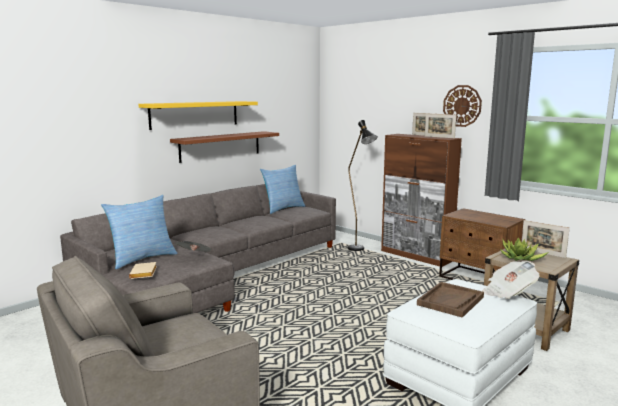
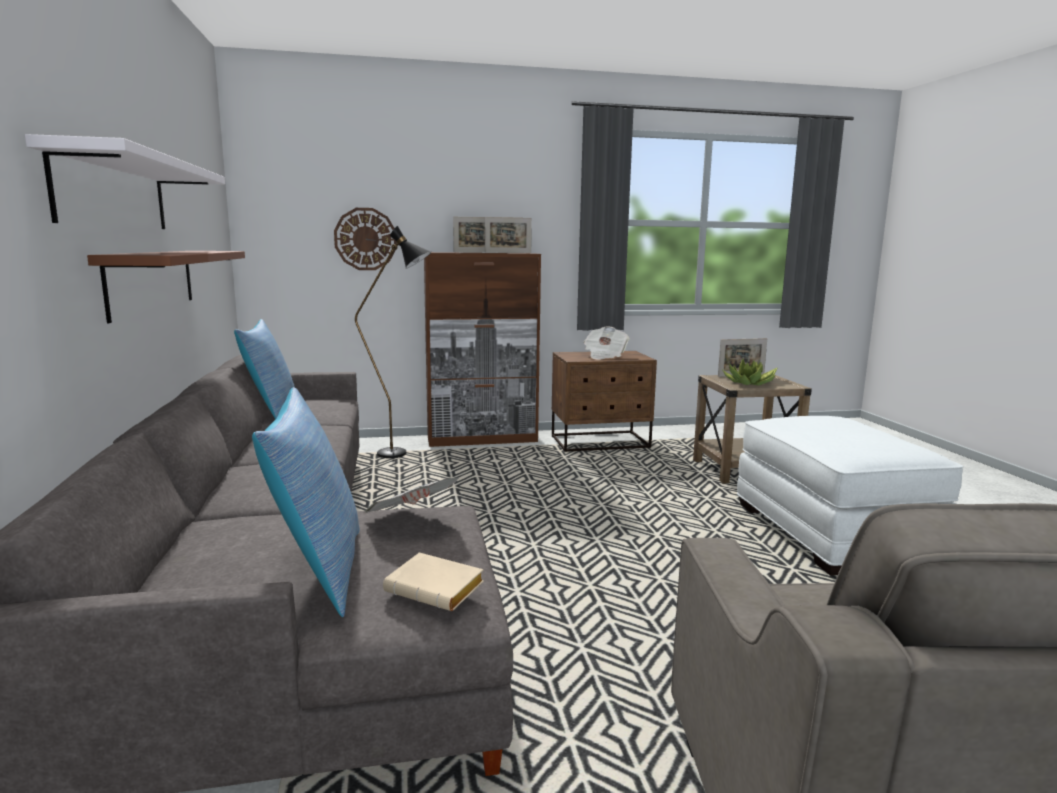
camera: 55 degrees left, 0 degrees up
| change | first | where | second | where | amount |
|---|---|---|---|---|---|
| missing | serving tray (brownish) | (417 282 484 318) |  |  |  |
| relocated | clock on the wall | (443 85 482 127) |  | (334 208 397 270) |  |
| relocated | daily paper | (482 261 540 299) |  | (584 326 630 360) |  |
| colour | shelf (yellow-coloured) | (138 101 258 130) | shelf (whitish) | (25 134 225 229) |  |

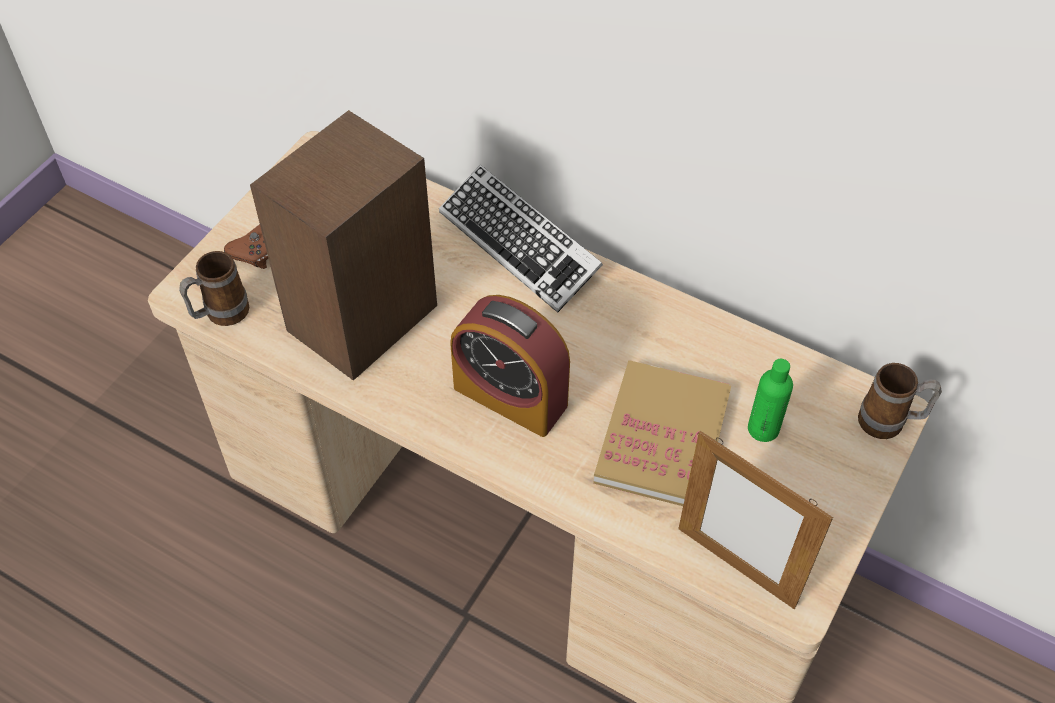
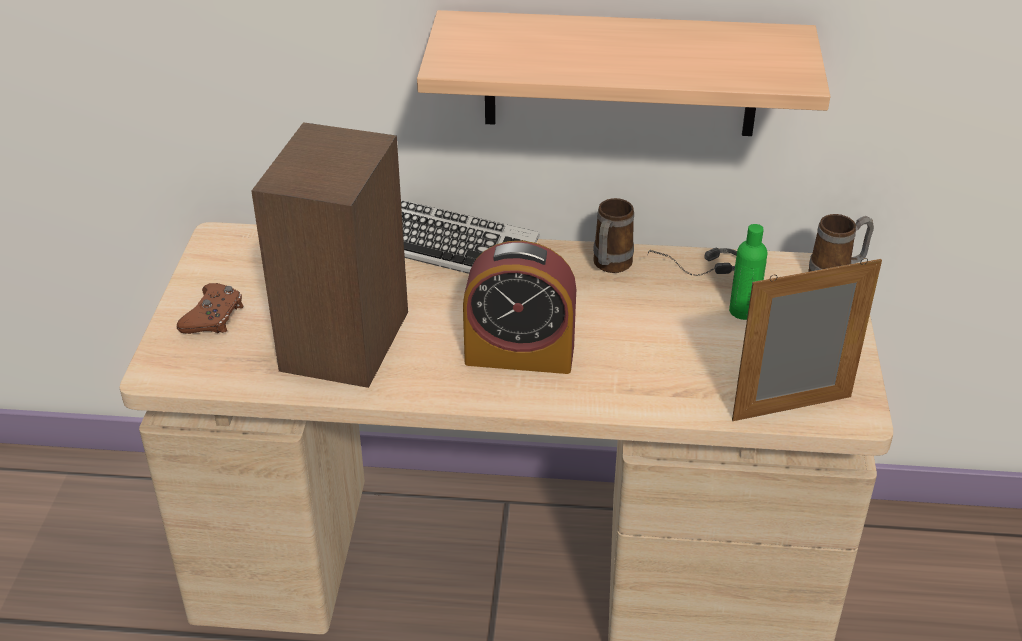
camera: 25 degrees left, 15 degrees down
| change | first | where | second | where | amount |
|---|---|---|---|---|---|
| missing | bound book | (593 360 731 506) |  |  |  |
| appeared |  |  | shelf | (417 10 830 136) |  |
| appeared |  |  | headset | (647 248 737 276) |  |
| relocated | mug | (179 251 250 326) |  | (593 198 634 273) |  |
| spun | standing frame | (678 431 833 609) |  | (732 258 882 421) | 150 degrees clockwise |

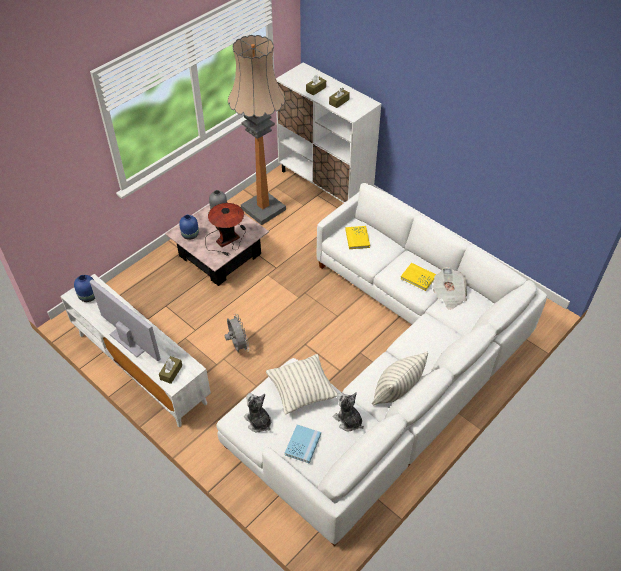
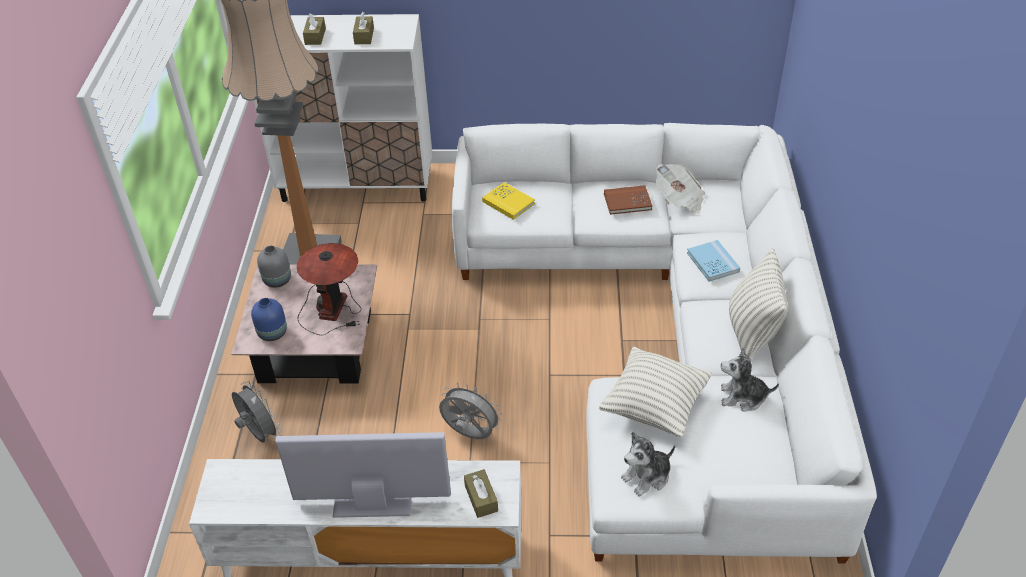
camera: 40 degrees left, 5 degrees down
| change | first | where | second | where | amount |
|---|---|---|---|---|---|
| missing | flower vase (bluish) | (74 275 95 302) |  |  |  |
| appeared |  |  | cooling fan (grey) | (232 381 281 442) |  |
| relocated | bound book (bluish) | (285 424 321 464) |  | (687 240 740 282) |  |
| colour | bound book (yellow-coloured) | (400 263 436 291) | bound book (brownish) | (604 185 652 215) |  |
| spun | plush toy | (244 393 271 432) |  | (621 432 675 497) | 45 degrees counterclockwise |

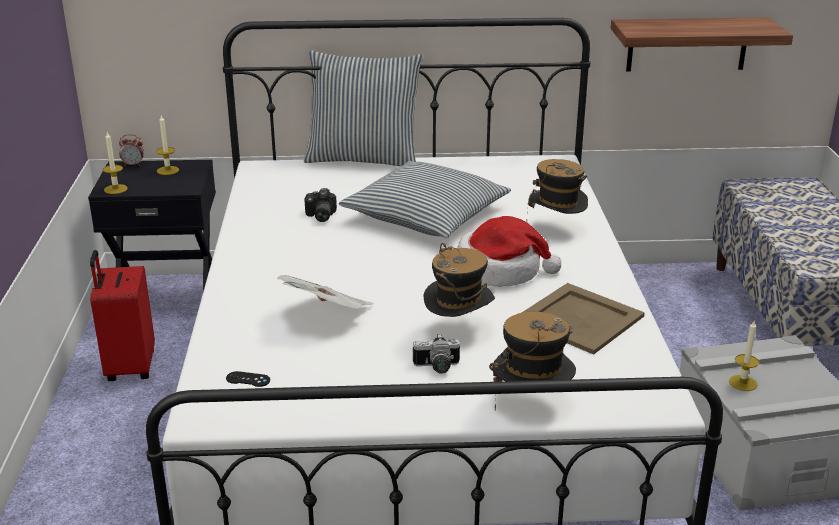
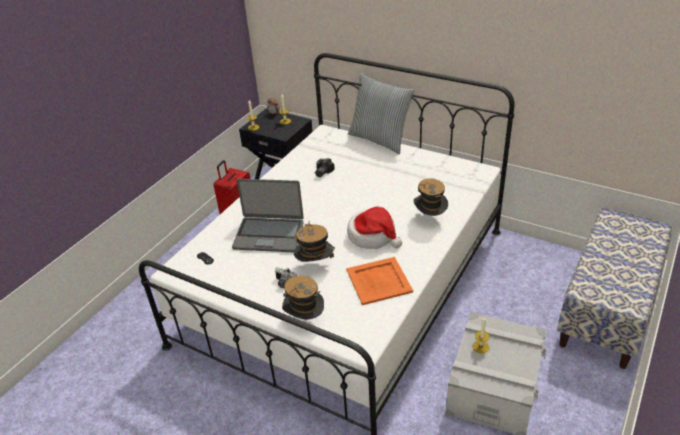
camera: 35 degrees right, 10 degrees up
| change | first | where | second | where | amount |
|---|---|---|---|---|---|
| missing | throw pillow | (338 161 511 238) |  |  |  |
| missing | shelf | (611 17 793 71) |  |  |  |
| exchanged | daily paper | (277 275 373 310) | portable computer | (232 179 304 252) |  |
| colour | serving tray (sand-coloured) | (522 283 645 355) | serving tray (orangey) | (347 257 413 305) |  |

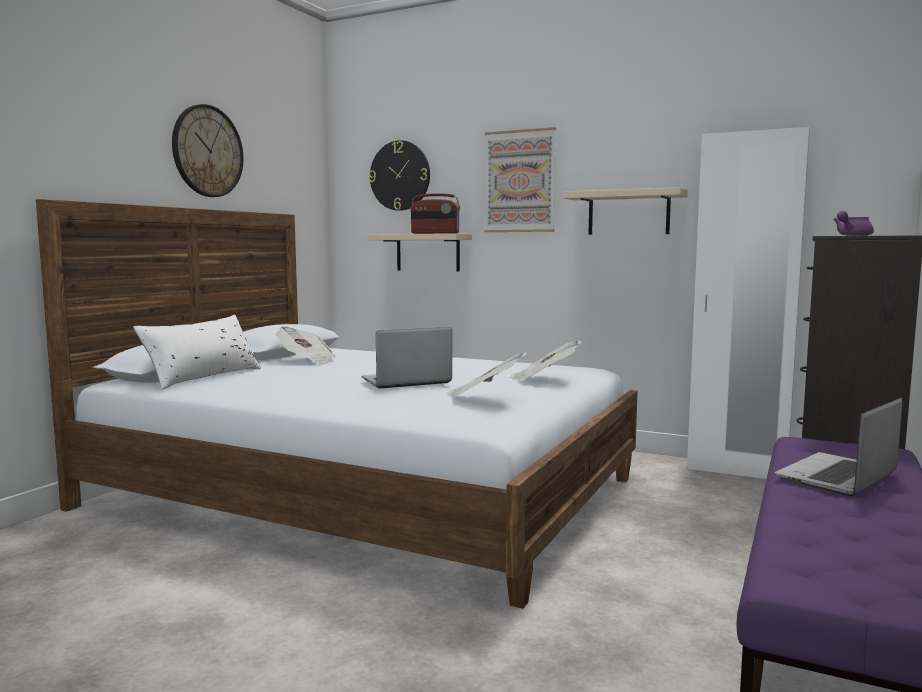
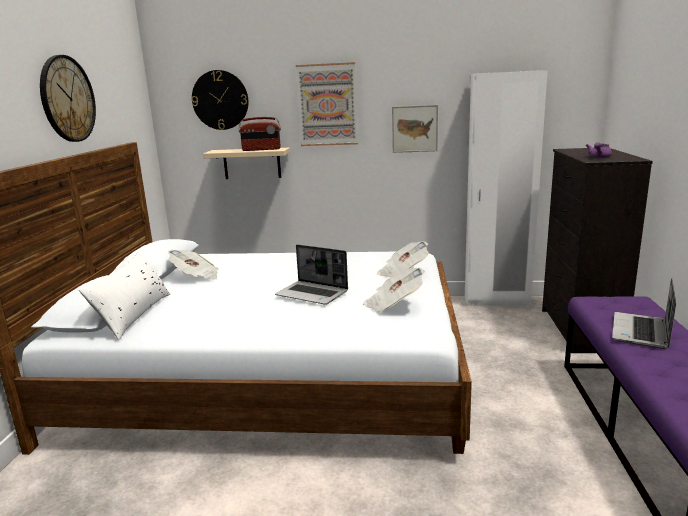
camera: 20 degrees left, 10 degrees up
| change | first | where | second | where | amount |
|---|---|---|---|---|---|
| exchanged | shelf (sand-coloured) | (563 187 688 235) | wall art | (392 105 438 153) |  |
| spun | portable computer | (362 327 452 389) |  | (275 244 348 305) | 105 degrees counterclockwise |

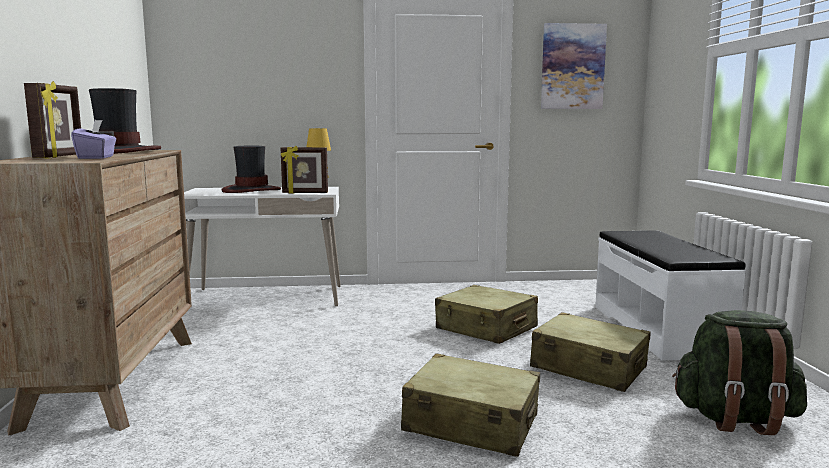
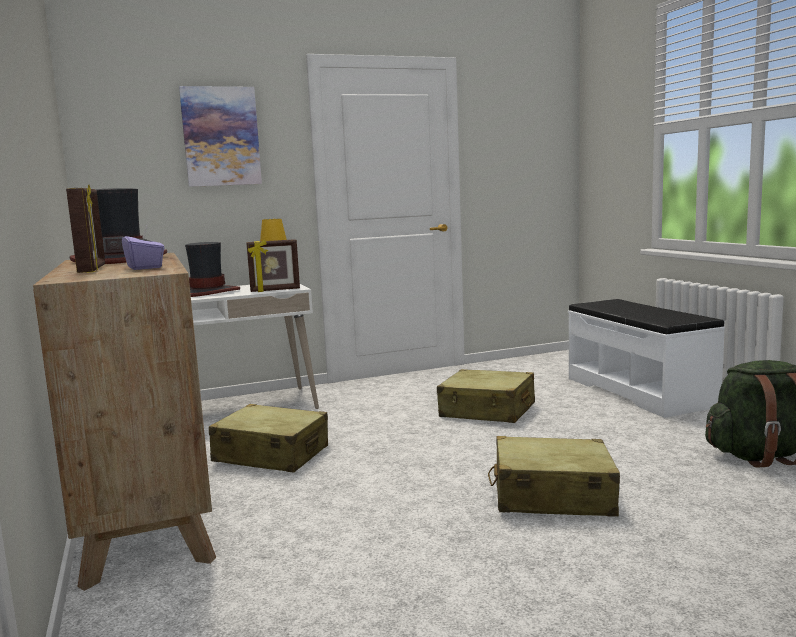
camera: 15 degrees left, 0 degrees up
| change | first | where | second | where | amount |
|---|---|---|---|---|---|
| relocated | travel case (sand-coloured) | (530 312 650 392) |  | (209 404 328 472) |  |
| relocated | wall art | (541 23 607 109) |  | (179 86 262 187) |  |

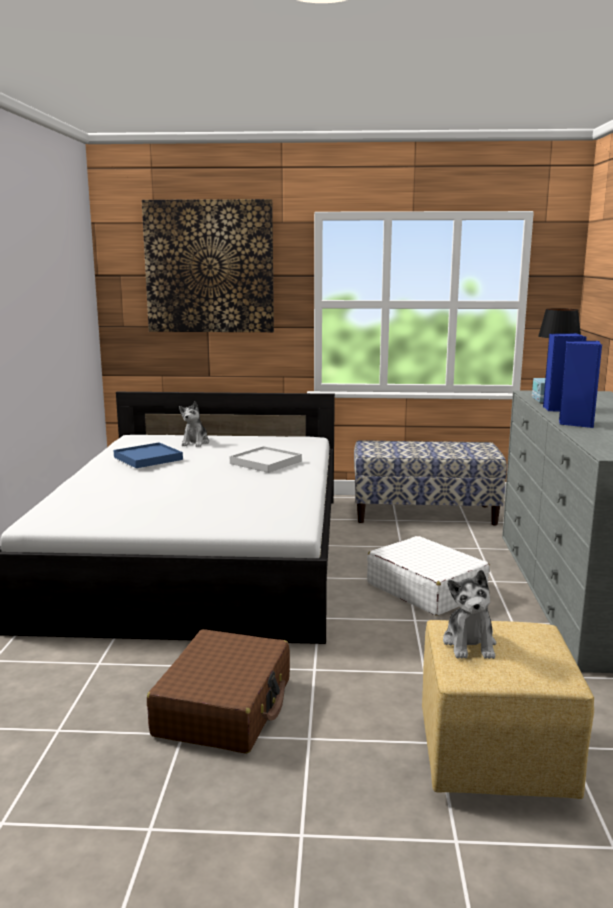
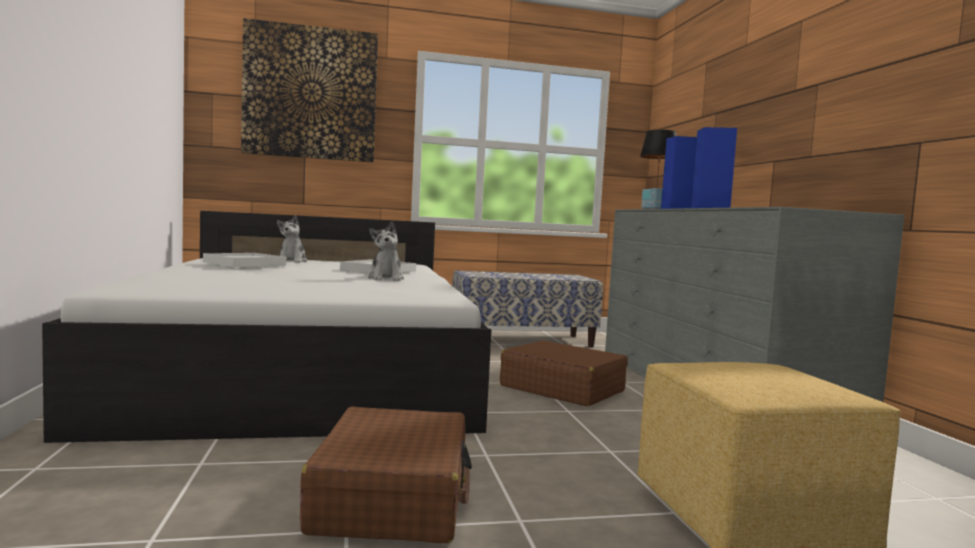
camera: 15 degrees left, 10 degrees down
| change | first | where | second | where | amount |
|---|---|---|---|---|---|
| relocated | plush toy | (443 570 496 659) |  | (368 222 404 281) |  |
| colour | serving tray (bluish) | (114 442 183 468) | serving tray (whitish) | (203 253 286 267) |  |
| colour | travel case (whitish) | (367 536 490 616) | travel case (brownish) | (500 340 628 406) |  |

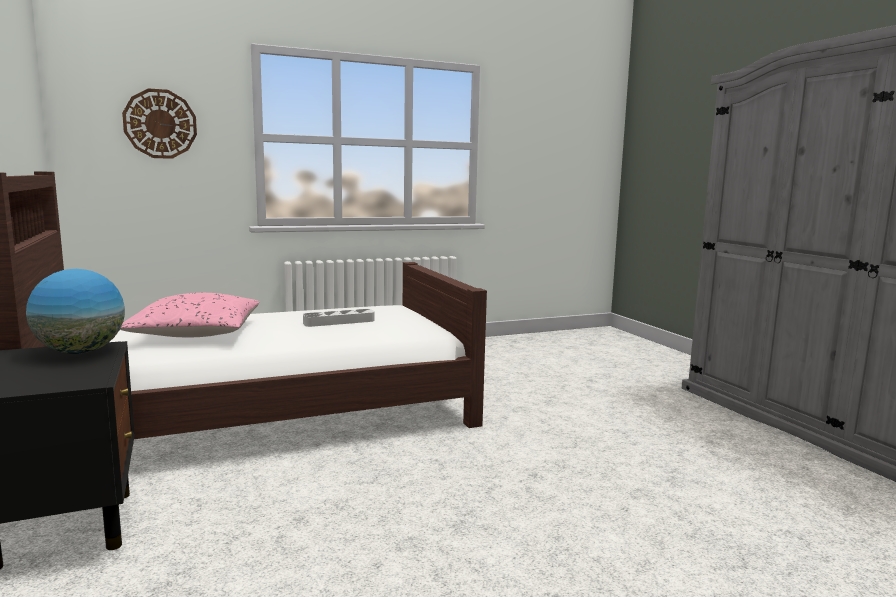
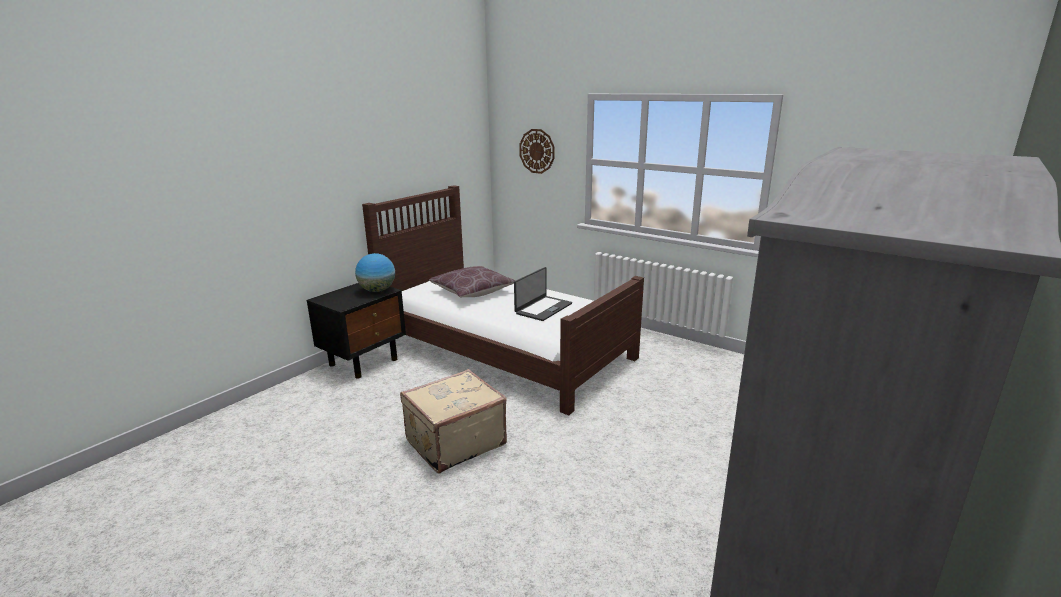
camera: 60 degrees right, 10 degrees up
| change | first | where | second | where | amount |
|---|---|---|---|---|---|
| appeared |  |  | travel case (sand-coloured) | (400 369 507 474) |  |
| exchanged | serving tray (grey) | (303 309 375 327) | portable computer | (514 267 572 321) |  |
| colour | throw pillow (pinkish) | (120 293 259 337) | throw pillow (brownish) | (429 266 515 297) |  |

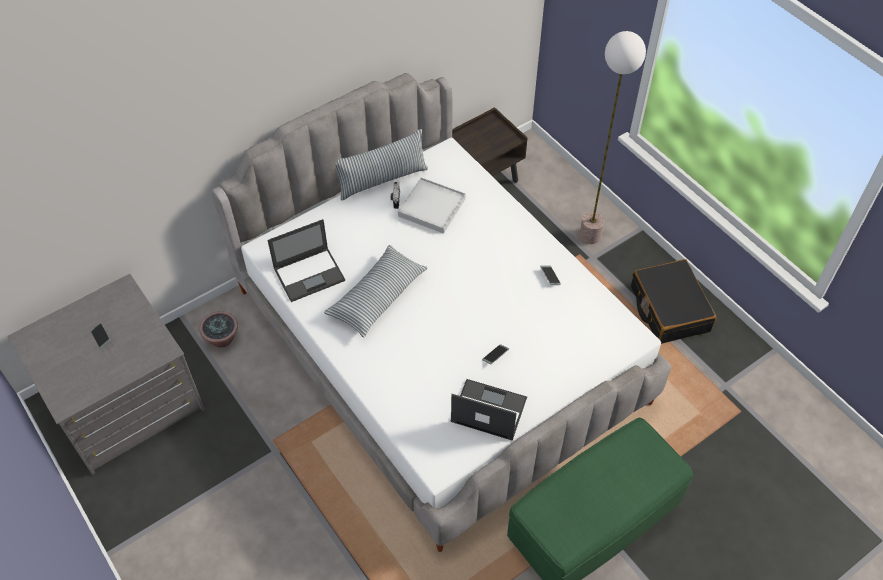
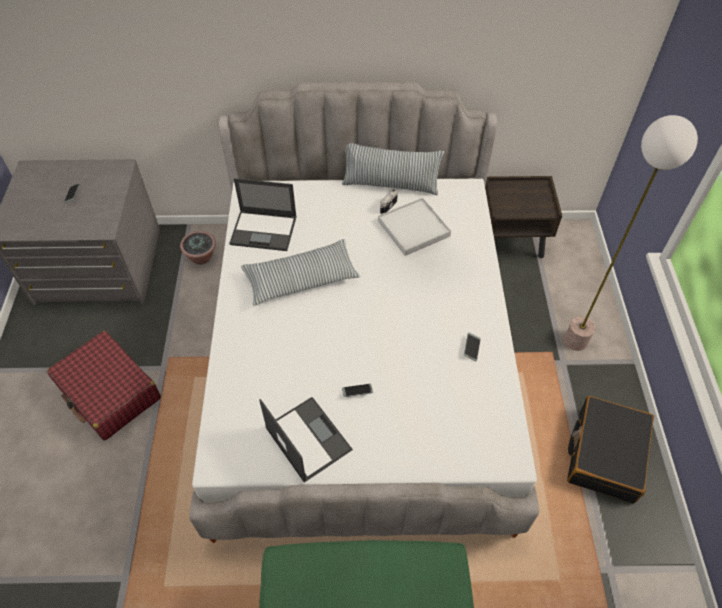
camera: 35 degrees right, 0 degrees up
| change | first | where | second | where | amount |
|---|---|---|---|---|---|
| appeared |  |  | travel case (reddish) | (47 331 161 441) |  |

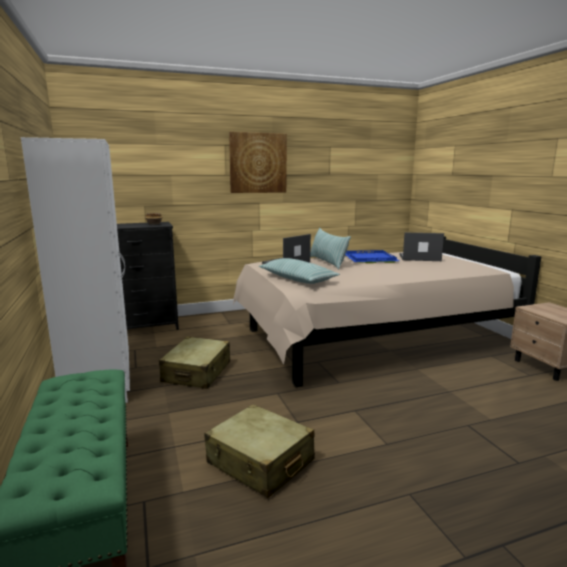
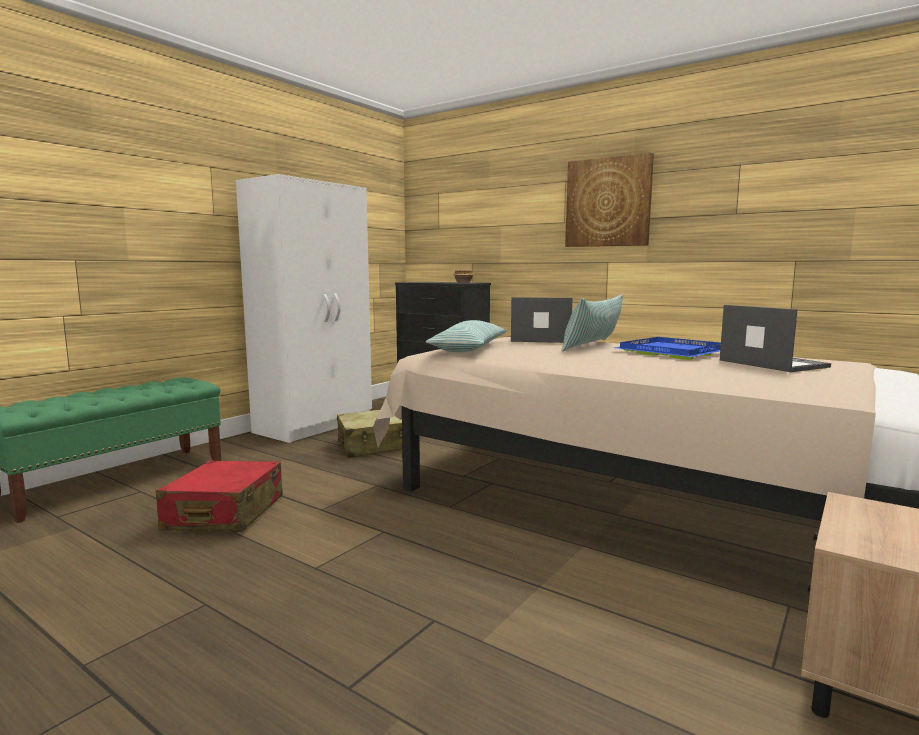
camera: 55 degrees right, 5 degrees down
| change | first | where | second | where | amount |
|---|---|---|---|---|---|
| colour | travel case (sand-coloured) | (204 404 315 498) | travel case (reddish) | (156 461 283 532) |  |

